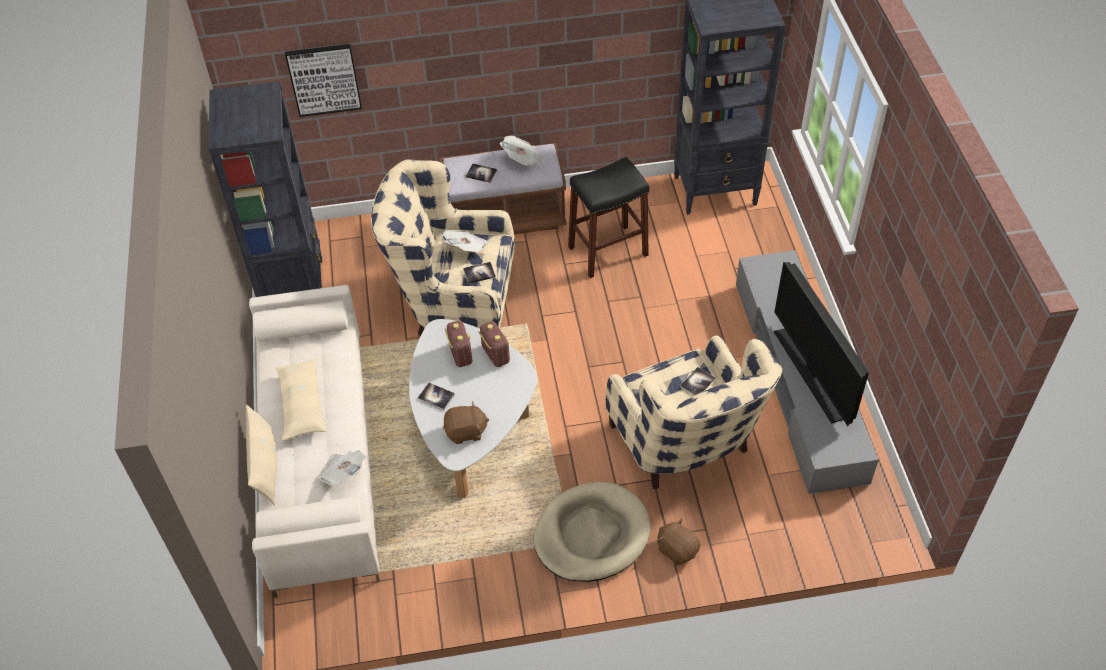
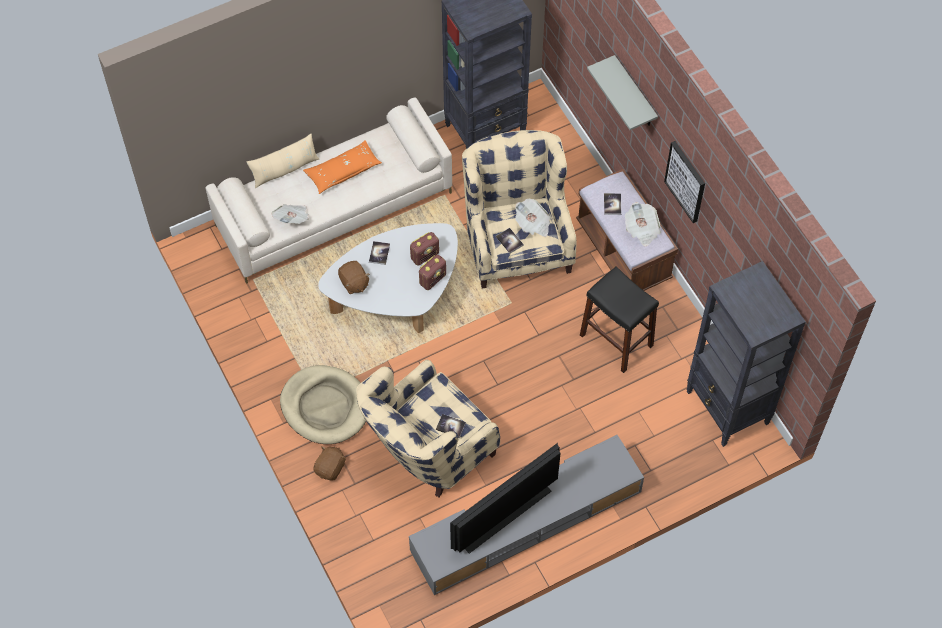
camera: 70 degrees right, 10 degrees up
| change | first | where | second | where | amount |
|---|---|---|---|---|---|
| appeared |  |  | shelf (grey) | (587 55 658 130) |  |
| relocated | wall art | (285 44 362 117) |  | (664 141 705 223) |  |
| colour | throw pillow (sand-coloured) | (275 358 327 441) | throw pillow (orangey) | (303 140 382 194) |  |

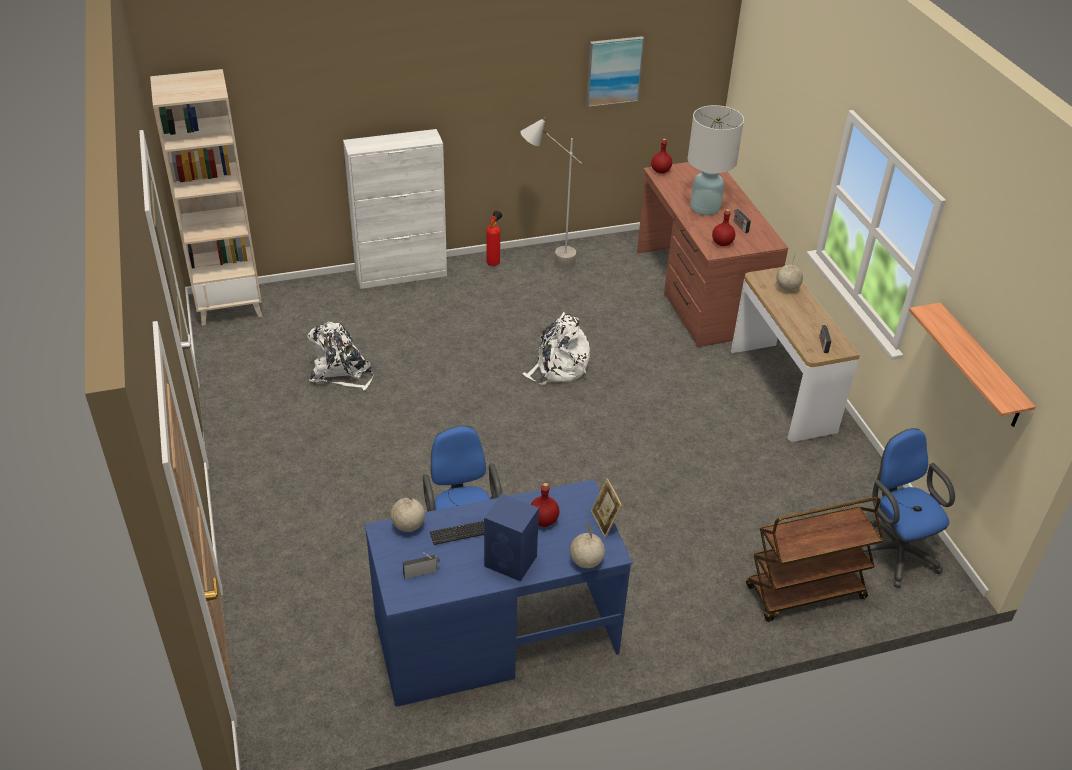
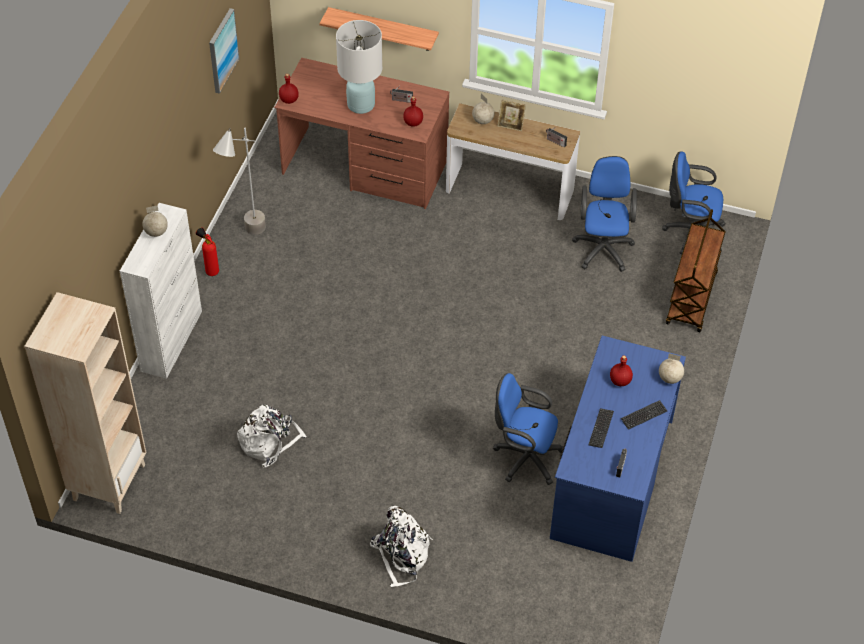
camera: 55 degrees left, 10 degrees up
| change | first | where | second | where | amount |
|---|---|---|---|---|---|
| appeared |  |  | desk chair (bluish) | (572 156 637 272) |  |
| relocated | desk globe | (391 486 425 532) |  | (143 205 168 237) |  |
| relocated | rucksack (whitish) | (522 312 590 385) |  | (370 506 433 587) |  |
| relocated | standing frame | (591 478 622 538) |  | (498 99 526 131) |  |
| relocated | shelf | (909 303 1036 427) |  | (319 7 439 51) |  |
| exchanged | loudspeaker (bluish) | (484 494 539 582) | PC keyboard | (621 400 667 430) |  |

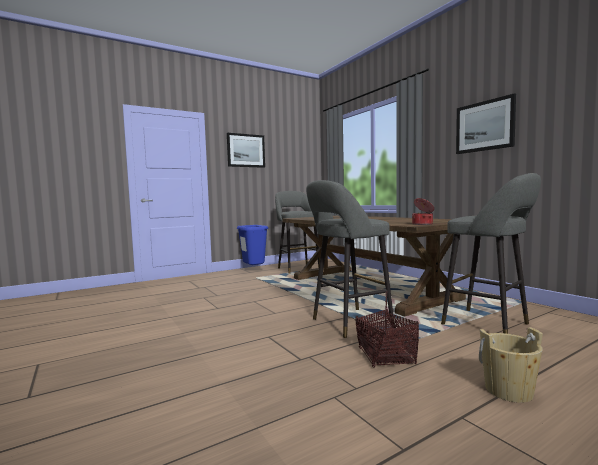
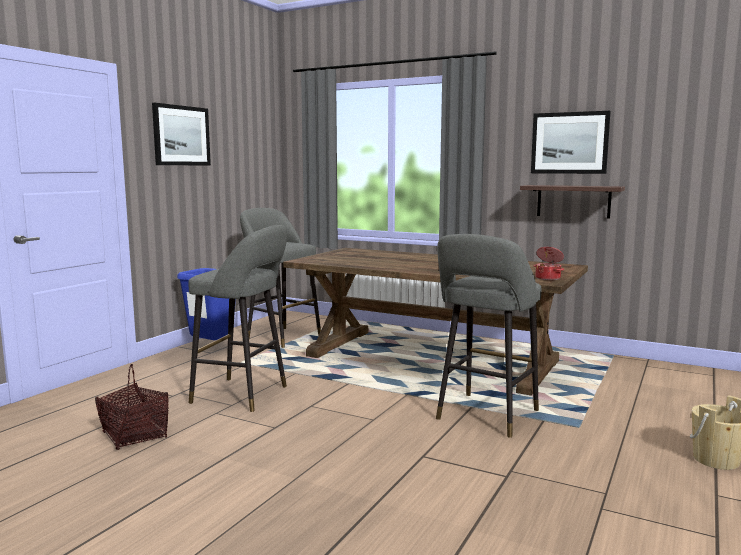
camera: 30 degrees left, 5 degrees up
| change | first | where | second | where | amount |
|---|---|---|---|---|---|
| appeared |  |  | shelf | (520 185 625 219) |  |
| relocated | basket | (355 291 419 368) |  | (95 364 169 450) |  |
| relocated | stool (grey) | (441 173 541 334) |  | (188 225 288 412) |  |

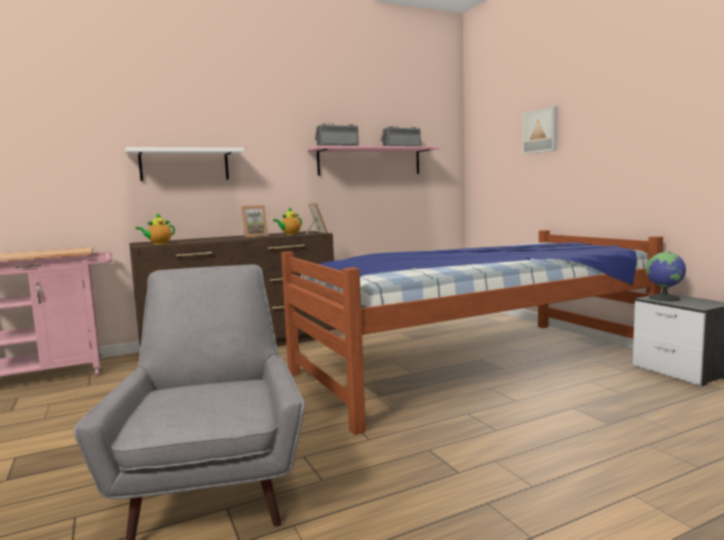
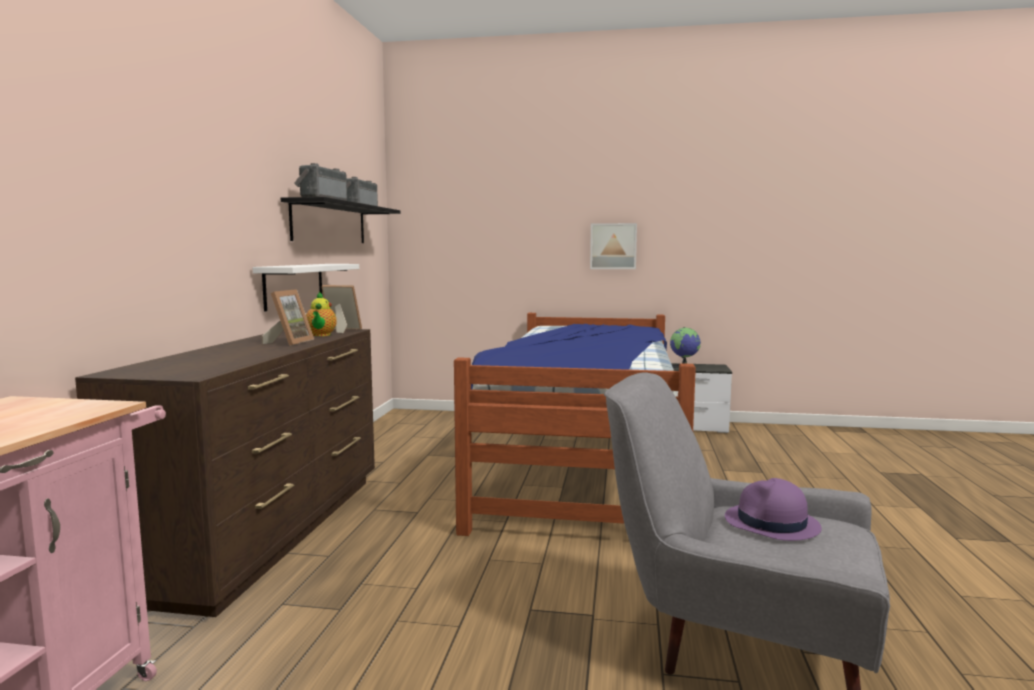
camera: 55 degrees left, 0 degrees up
| change | first | where | second | where | amount |
|---|---|---|---|---|---|
| missing | tea pot | (135 213 175 245) |  |  |  |
| appeared |  |  | hat (purple) | (725 478 822 541) |  |
| relocated | shelf (whitish) | (125 147 244 181) |  | (252 264 359 311) |  |
| relocated | wall art | (523 106 558 154) |  | (590 223 637 269) |  |
| colour | shelf (pinkish) | (307 145 441 176) | shelf (black) | (281 197 401 243) |  |

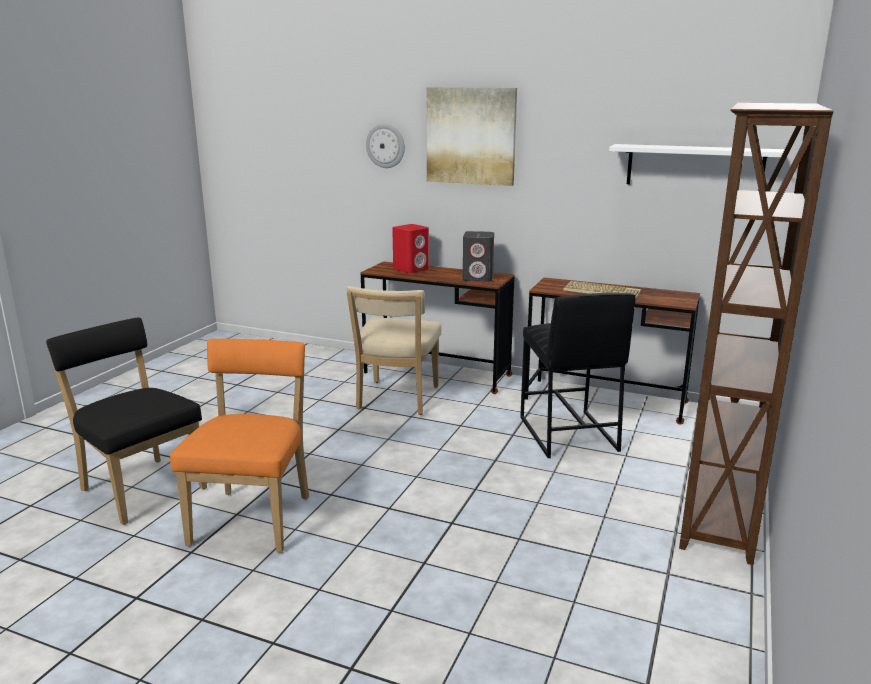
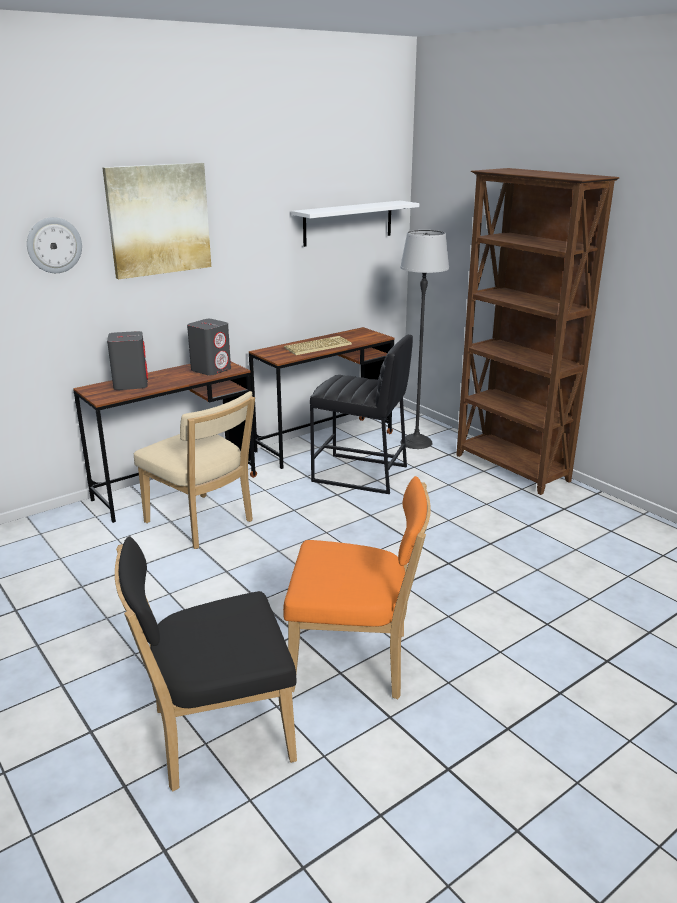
camera: 60 degrees left, 5 degrees up
| change | first | where | second | where | amount |
|---|---|---|---|---|---|
| appeared |  |  | floor lamp | (400 230 449 449) |  |
| colour | loudspeaker (reddish) | (392 224 429 273) | loudspeaker (grey) | (107 331 148 390) |  |
| spun | plain chair (orangey) | (170 339 309 553) |  | (283 476 431 699) | 150 degrees clockwise |

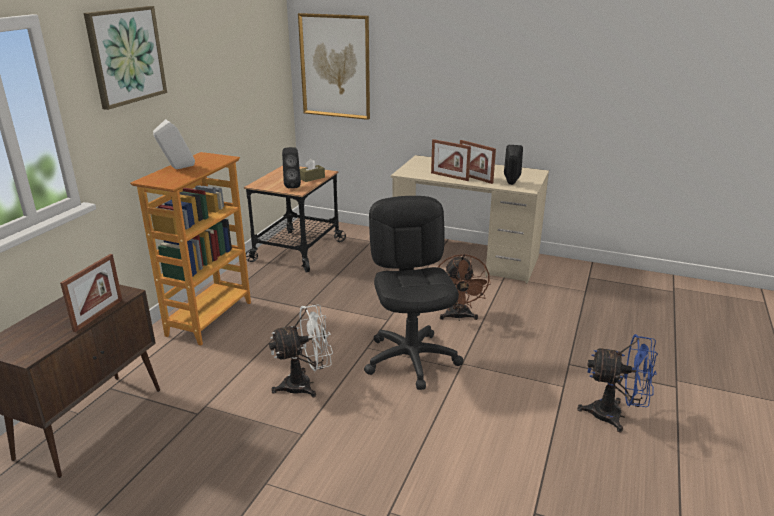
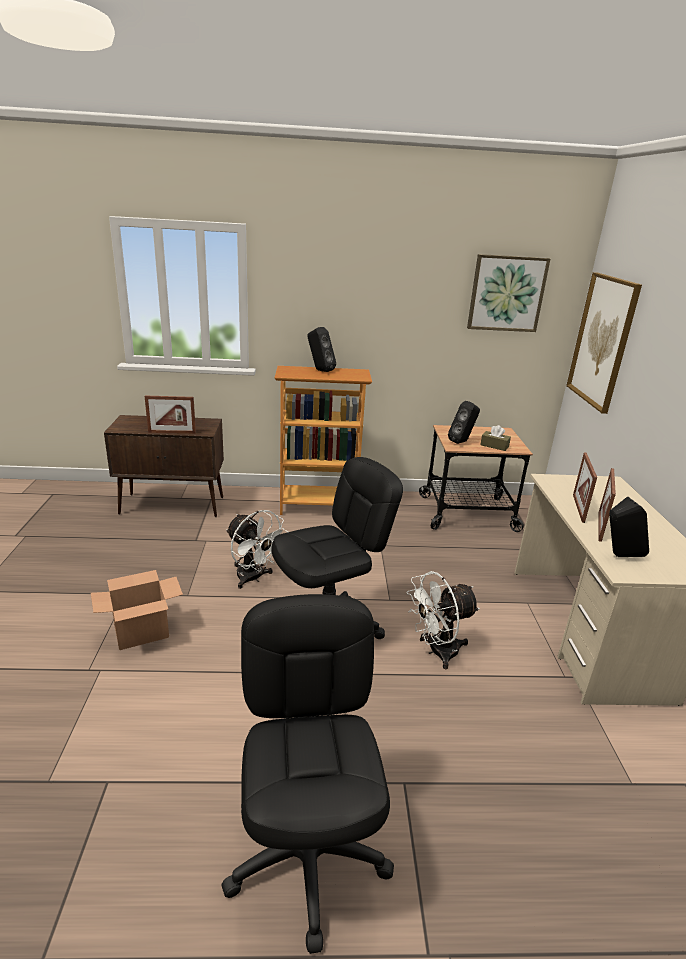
camera: 65 degrees right, 0 degrees up
| change | first | where | second | where | amount |
|---|---|---|---|---|---|
| appeared |  |  | cardboard box | (91 570 183 650) |  |
| relocated | wall art | (84 6 167 110) |  | (467 254 550 332) |  |
| exchanged | cooling fan (bluish) | (577 334 658 432) | desk chair (black) | (221 594 394 954) |  |
| colour | loudspeaker (whitish) | (153 119 195 169) | loudspeaker (black) | (307 327 336 372) |  |
| colour | cooling fan (brownish) | (437 254 491 321) | cooling fan (whitish) | (406 571 480 669) |  |

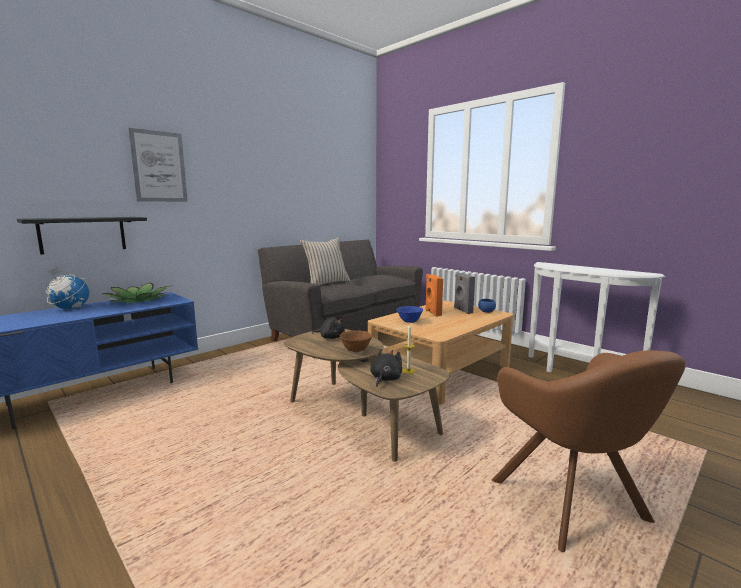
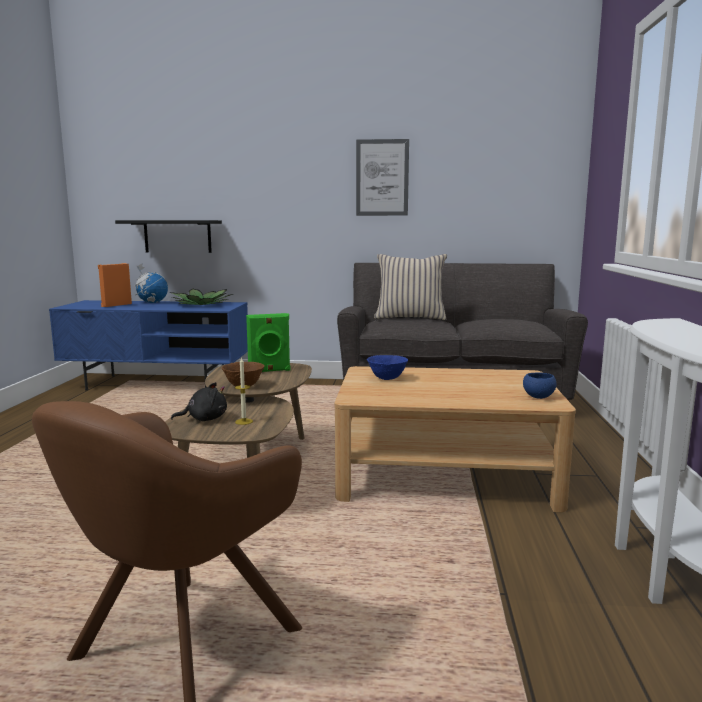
camera: 50 degrees right, 0 degrees up
| change | first | where | second | where | amount |
|---|---|---|---|---|---|
| missing | loudspeaker (grey) | (454 273 475 314) |  |  |  |
| relocated | wall art | (128 128 188 202) |  | (356 139 409 216) |  |
| relocated | loudspeaker (orangey) | (425 274 443 317) |  | (98 263 132 307) |  |
| exchanged | plush toy (black) | (312 315 345 339) | loudspeaker (green) | (246 313 290 372) |  |

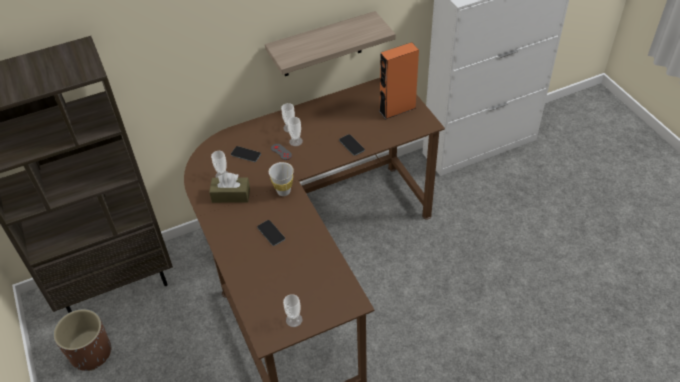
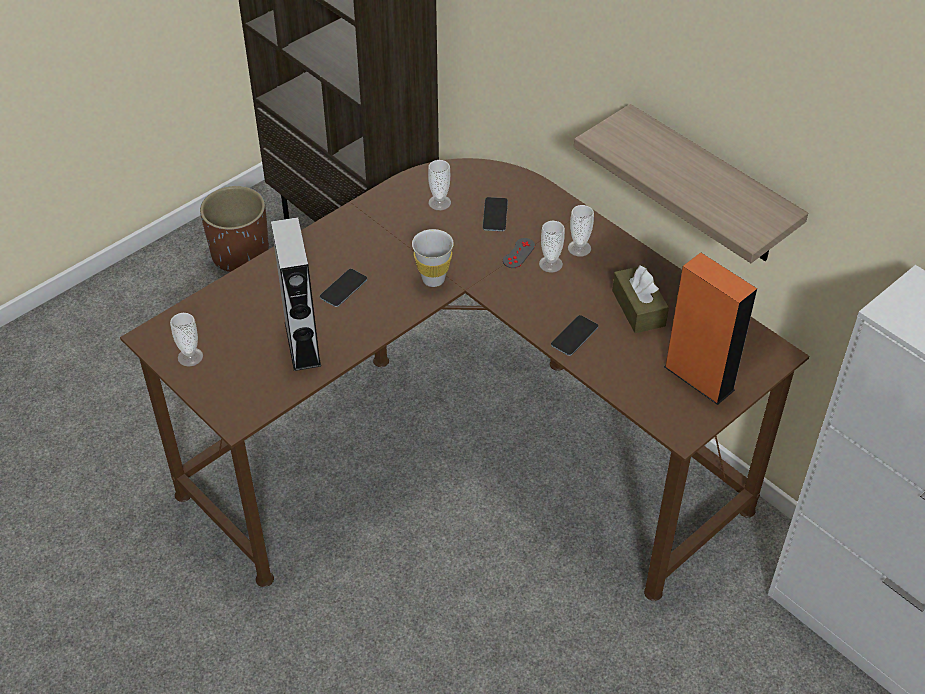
camera: 70 degrees right, 0 degrees up
| change | first | where | second | where | amount |
|---|---|---|---|---|---|
| appeared |  |  | loudspeaker (grey) | (271 217 321 371) |  |
| relocated | tissue holder (brownish) | (209 173 250 203) |  | (612 265 669 333) |  |

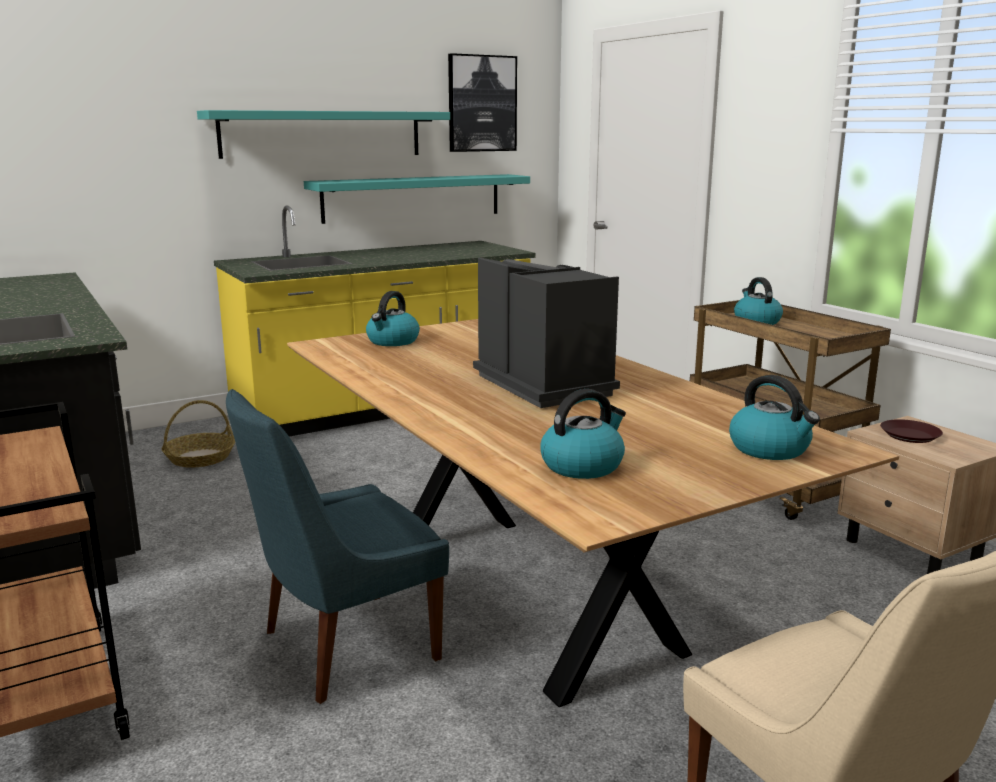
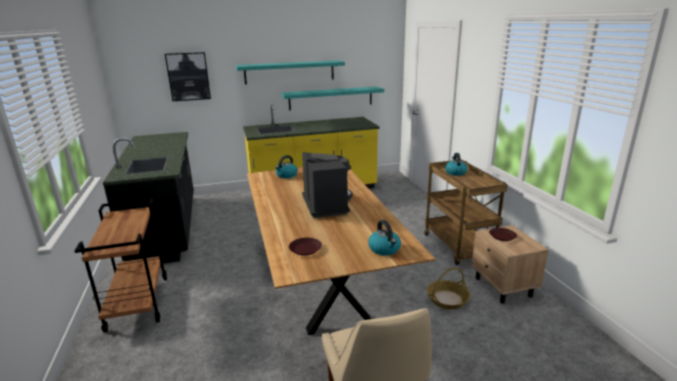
camera: 15 degrees right, 5 degrees up
| change | first | where | second | where | amount |
|---|---|---|---|---|---|
| missing | plain chair (bluish) | (226 389 449 704) |  |  |  |
| relocated | basket | (162 400 235 468) |  | (427 267 470 309) |  |
| relocated | wall art | (448 53 517 152) |  | (165 52 211 101) |  |
| exchanged | water kettle | (540 389 626 479) | dinner plate (brownish) | (289 238 322 256) |  |

